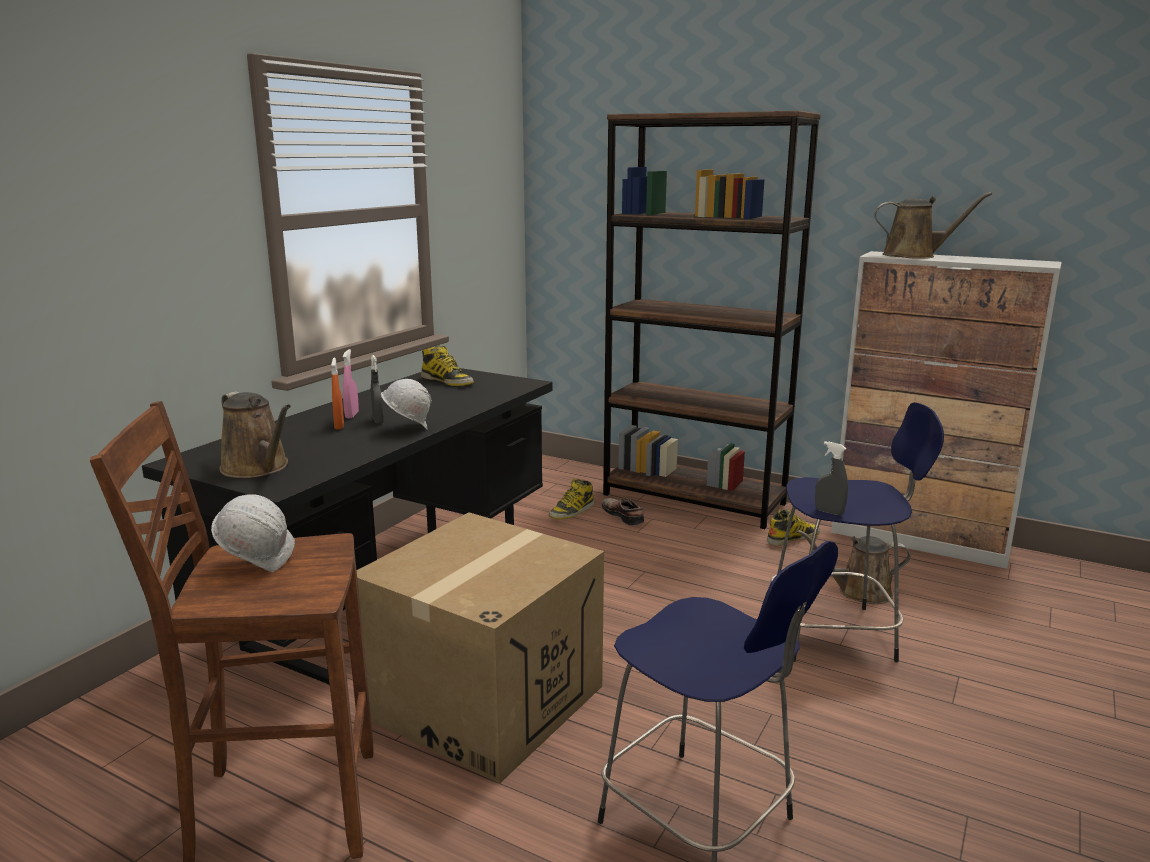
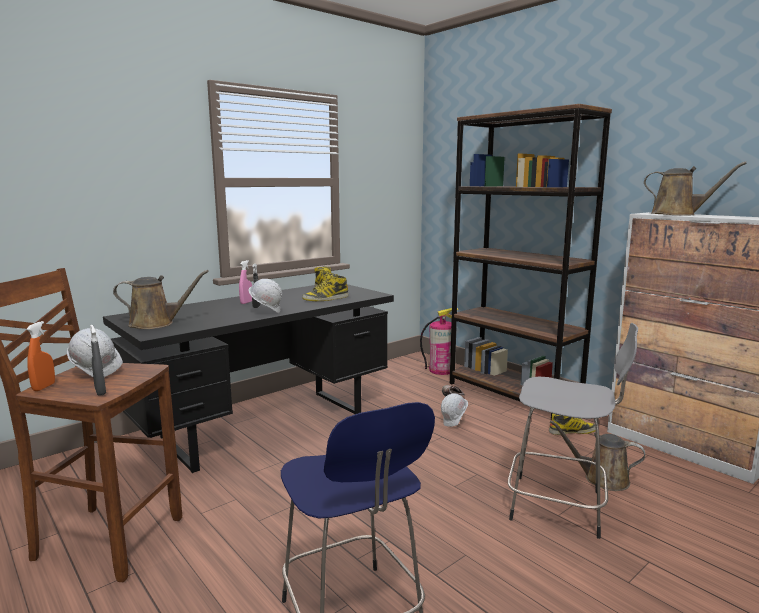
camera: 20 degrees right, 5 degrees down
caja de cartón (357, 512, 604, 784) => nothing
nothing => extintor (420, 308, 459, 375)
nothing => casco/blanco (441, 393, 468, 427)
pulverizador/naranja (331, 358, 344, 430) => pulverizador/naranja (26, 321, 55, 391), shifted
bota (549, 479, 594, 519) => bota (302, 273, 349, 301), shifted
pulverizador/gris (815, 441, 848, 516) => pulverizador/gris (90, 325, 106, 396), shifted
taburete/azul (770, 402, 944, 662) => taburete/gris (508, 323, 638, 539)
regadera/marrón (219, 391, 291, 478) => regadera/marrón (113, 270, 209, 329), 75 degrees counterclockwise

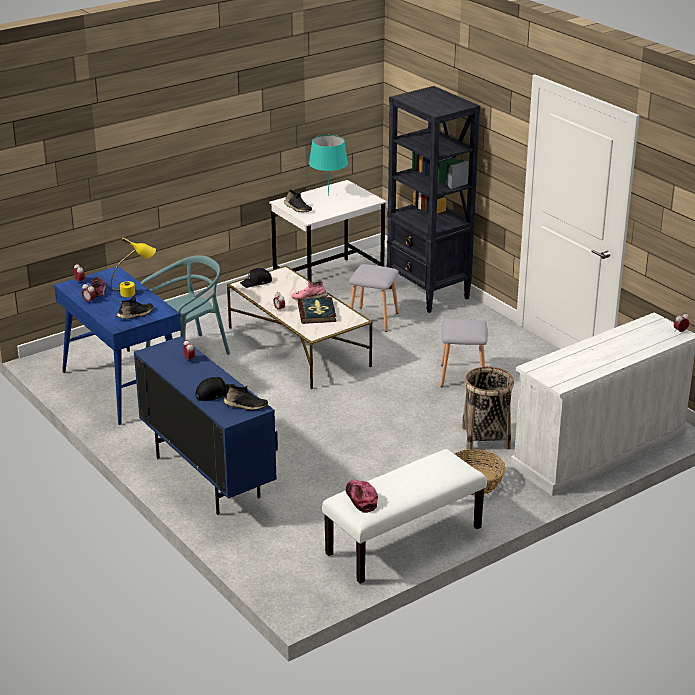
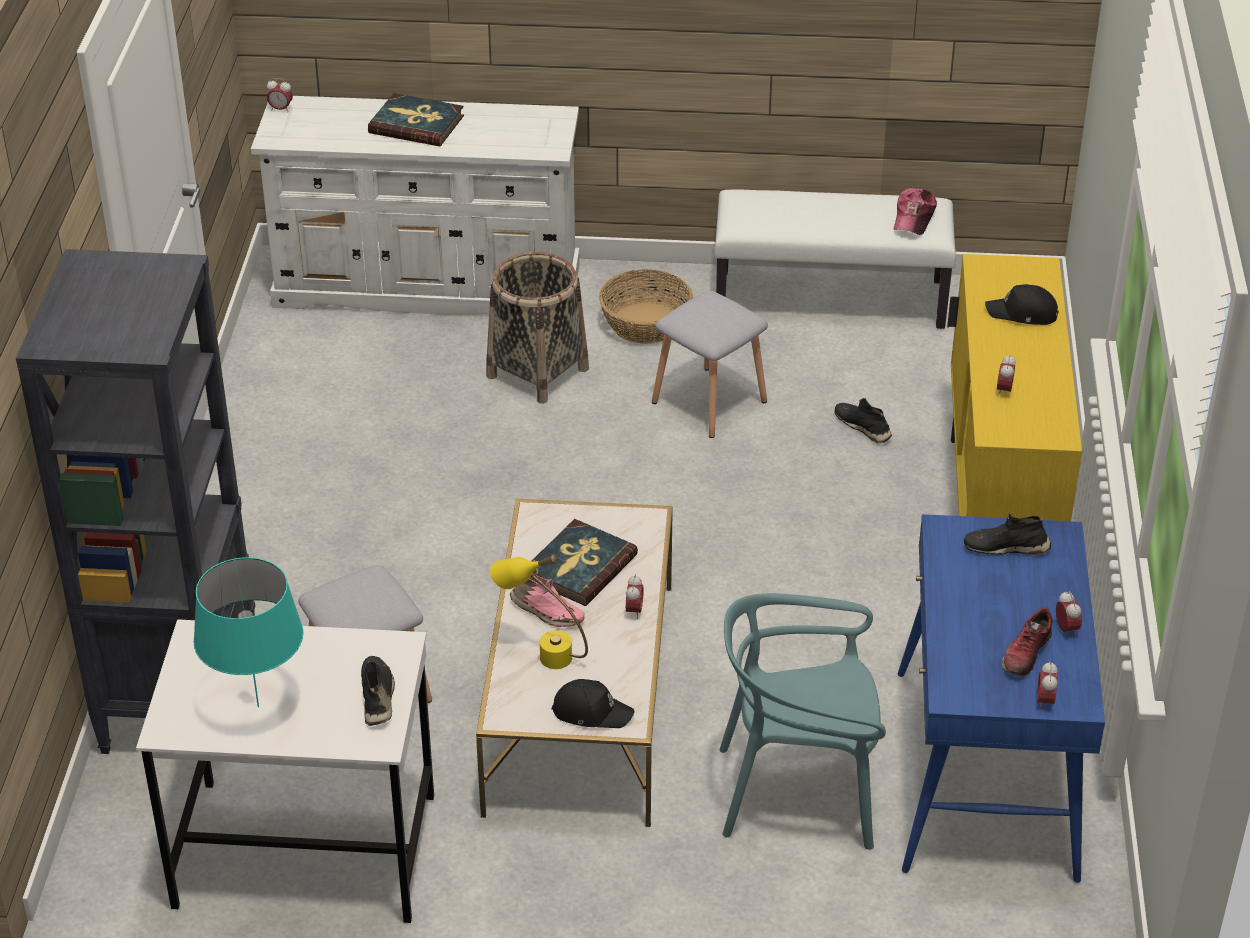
camera: 140 degrees left, 10 degrees up
nothing => libro (368, 93, 464, 146)
lámpara de mesa/amarillo (111, 237, 156, 297) => lámpara de mesa/amarillo (490, 554, 588, 669), shifted
zapato/negro (223, 385, 268, 410) => zapato/negro (835, 398, 892, 444), shifted
taburete/gris (440, 319, 488, 387) => taburete/gris (652, 291, 768, 438), shifted
armario/azul (134, 336, 278, 515) => armario/amarillo (947, 254, 1082, 521)

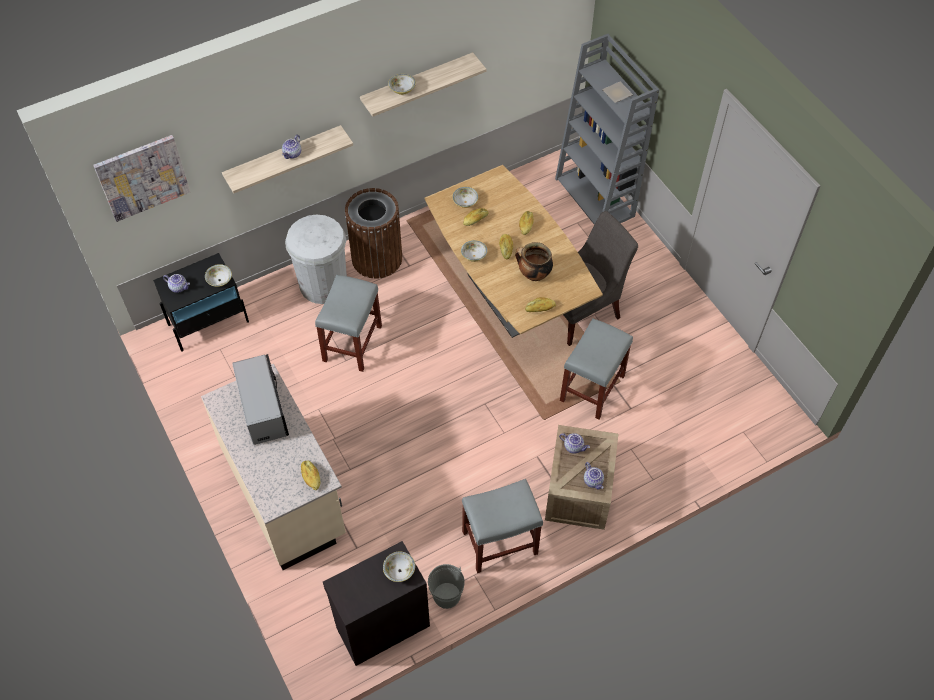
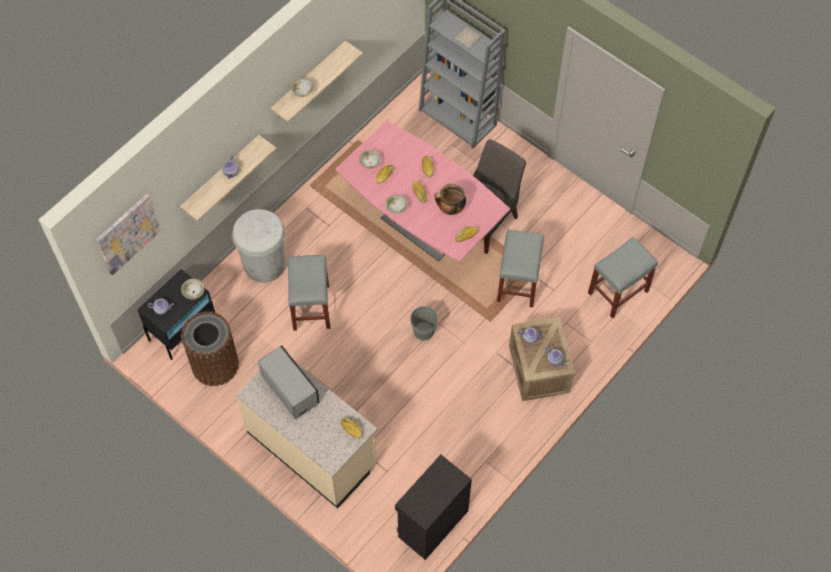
camera: 20 degrees left, 5 degrees up
cuenco (383, 552, 415, 582) => nothing
papelera/marrón (345, 188, 402, 279) => papelera/marrón (181, 311, 239, 386), shifted
cubo/gris (428, 564, 465, 609) => cubo/gris (410, 305, 438, 341), shifted
taburete/gris (462, 479, 543, 573) => taburete/gris (588, 237, 658, 319), shifted
mesa de comedor/marrón (425, 165, 603, 338) => mesa de comedor/rosa (335, 120, 510, 262)

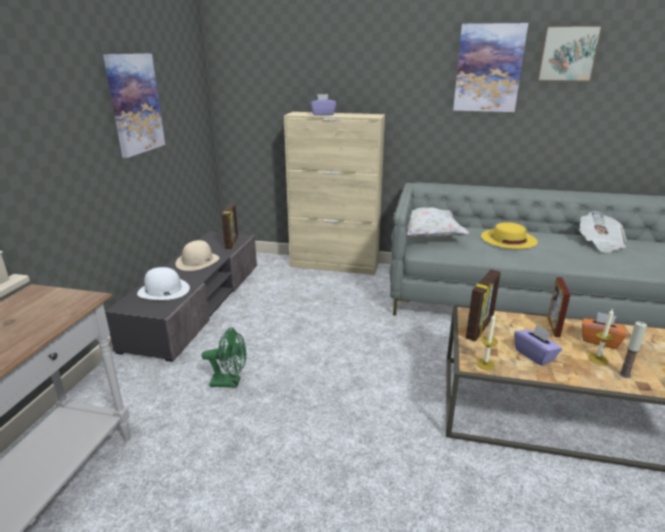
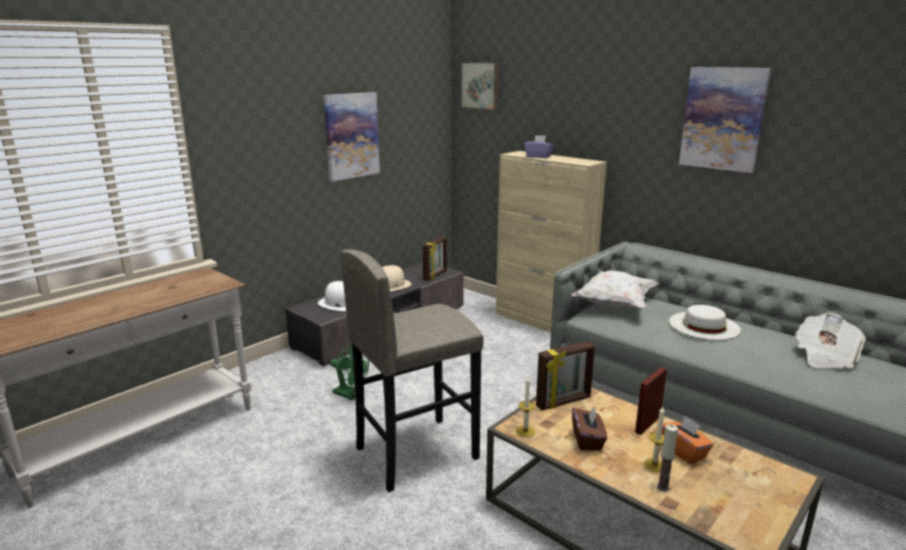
camera: 30 degrees right, 5 degrees down
nothing => taburete/gris (340, 249, 484, 492)
cuadro (536, 25, 603, 82) => cuadro (461, 62, 499, 110), shifted
sombrero/amarillo (481, 222, 538, 249) => sombrero/blanco (669, 305, 741, 340)
caja de pañuelos/morado (514, 325, 562, 366) => caja de pañuelos/marrón (572, 406, 607, 450)

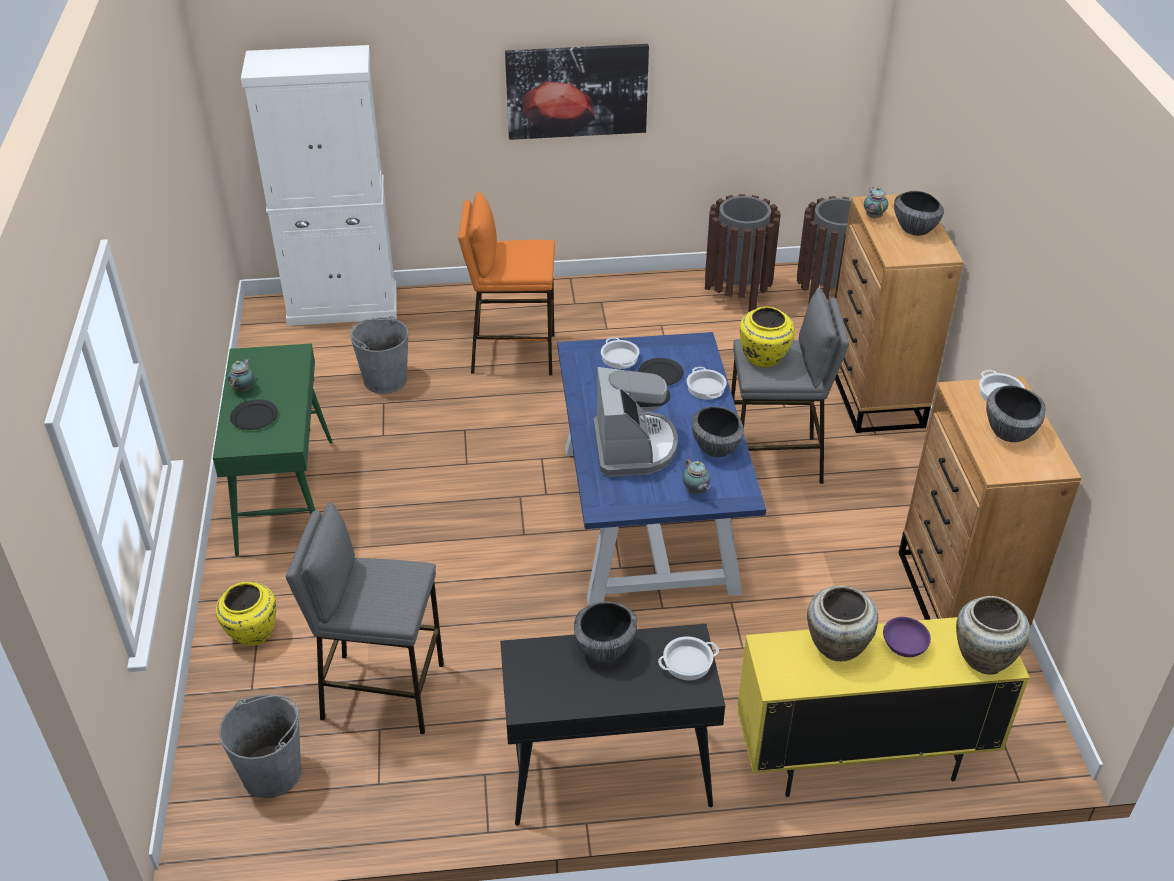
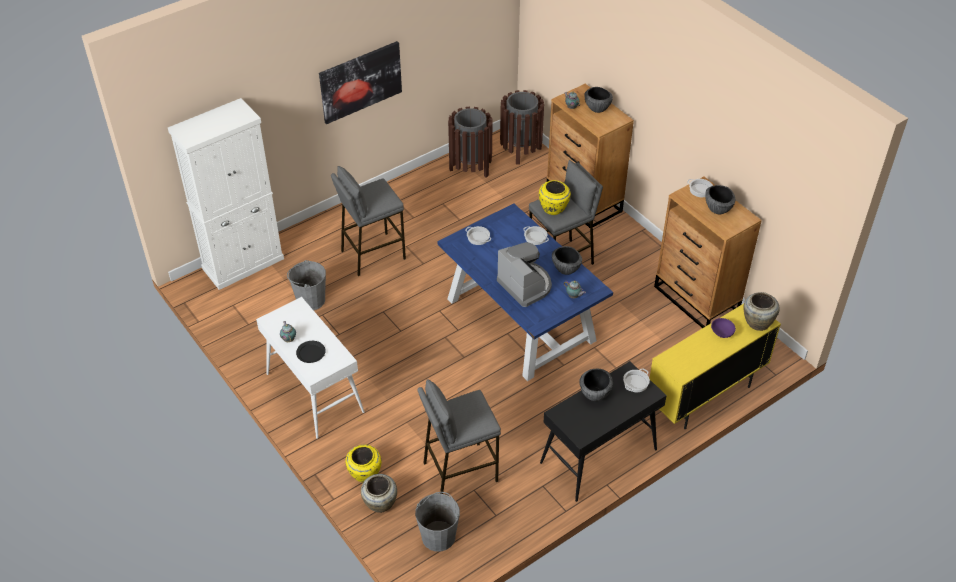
camera: 30 degrees left, 5 degrees up
plato/negro (638, 358, 684, 386) => nothing
florero/beis (807, 586, 878, 661) => florero/beis (361, 474, 397, 513), shifted
mesa consola/verde (213, 343, 332, 556) => mesa consola/blanco (256, 297, 365, 439)
taburete/naranja (458, 192, 555, 376) => taburete/gris (331, 166, 406, 276)

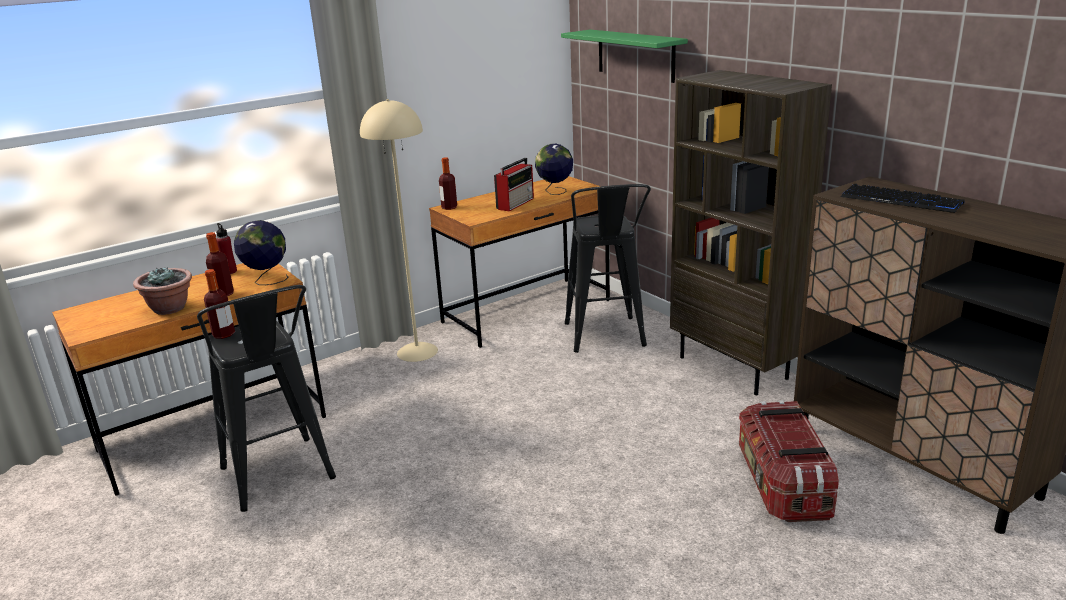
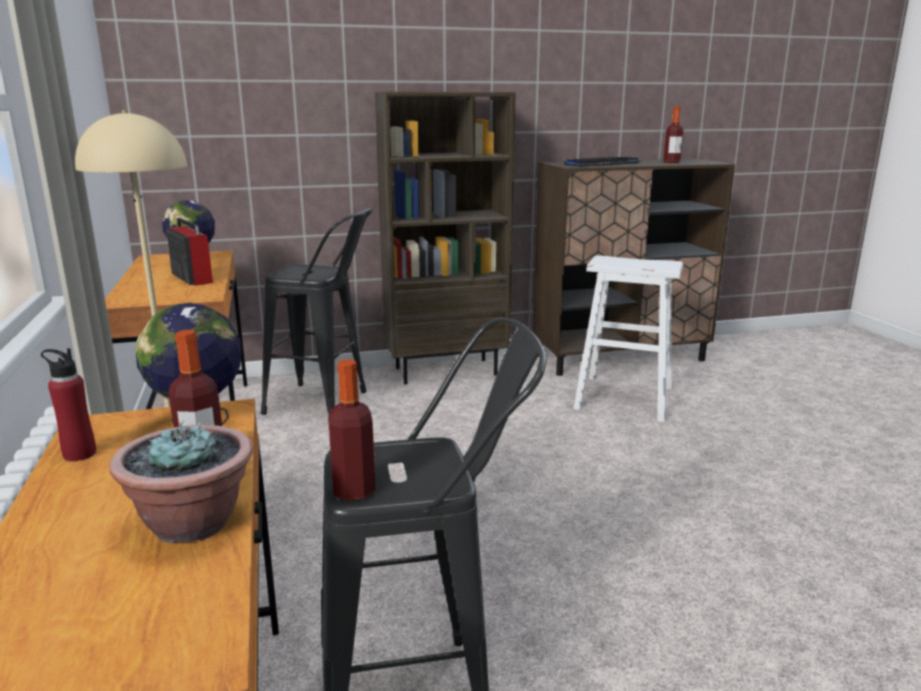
camera: 70 degrees left, 5 degrees down
estante/verde (561, 30, 688, 83) => nothing
botella (439, 157, 457, 210) => botella (663, 106, 684, 163), shifted
caja de almacenaje (739, 400, 839, 522) => taburete/blanco (573, 255, 683, 422)

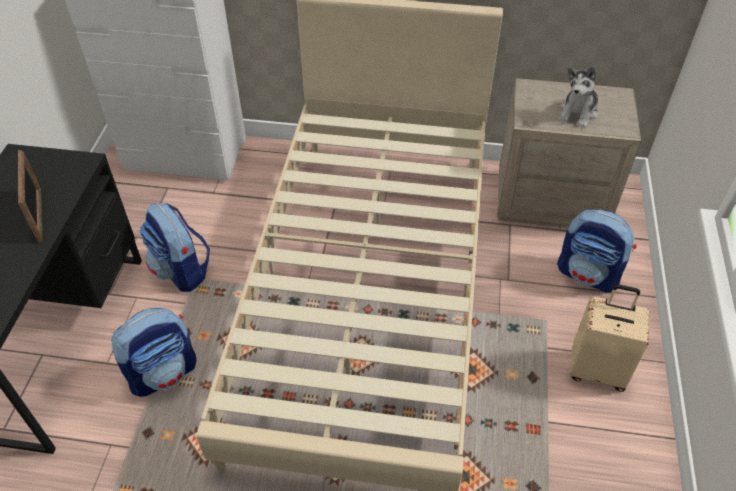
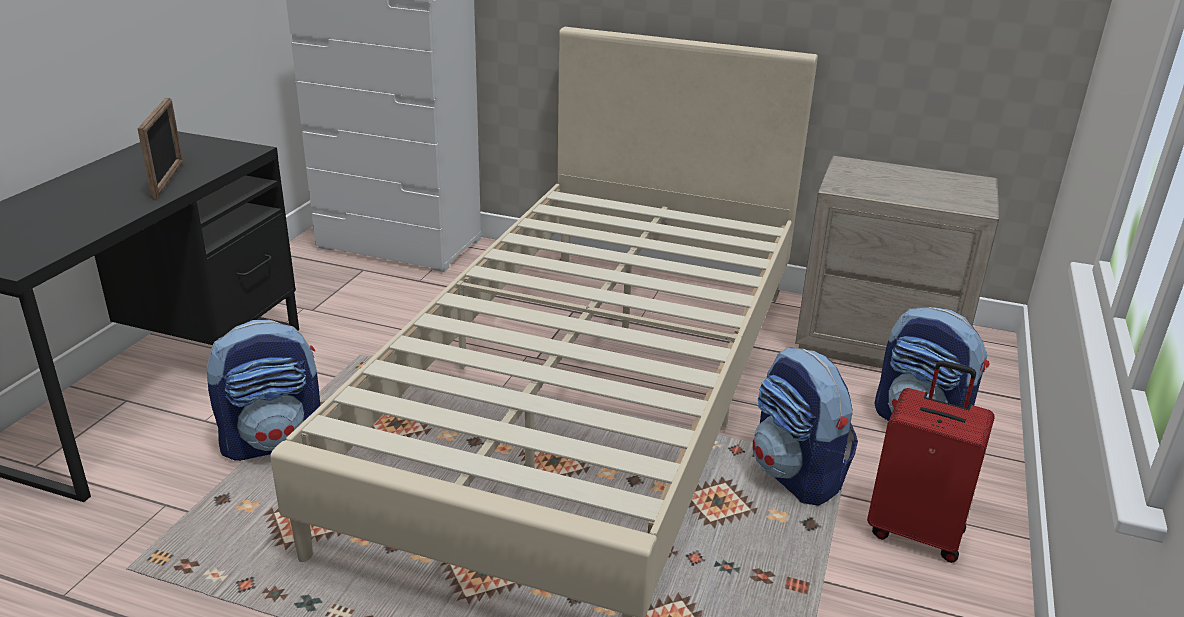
camera: 10 degrees right, 20 degrees down
peluche (559, 67, 598, 128) => nothing
mochila (140, 203, 210, 292) => mochila (752, 347, 858, 506), shifted
maleta/beis (569, 285, 650, 392) => maleta/rojo (867, 360, 995, 563)

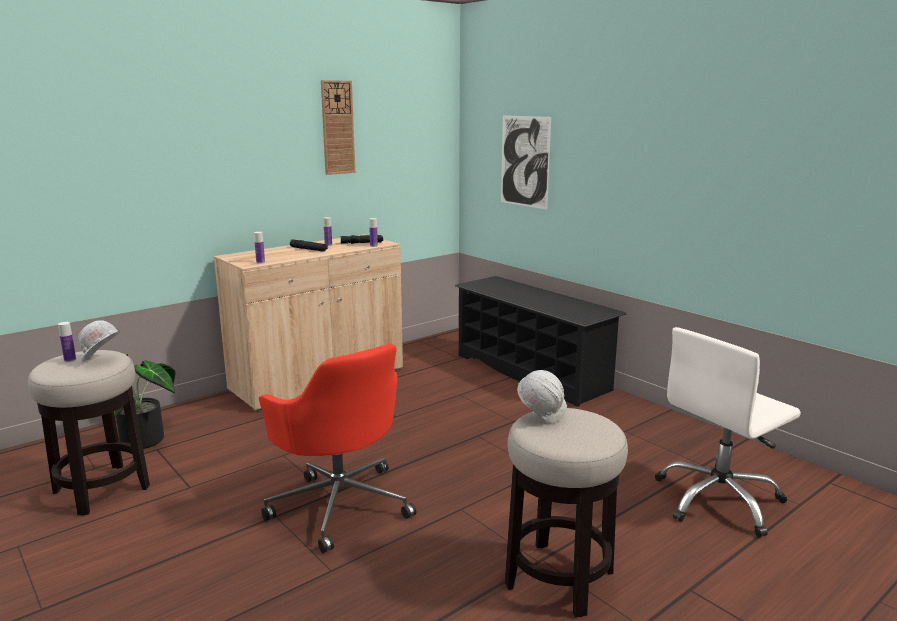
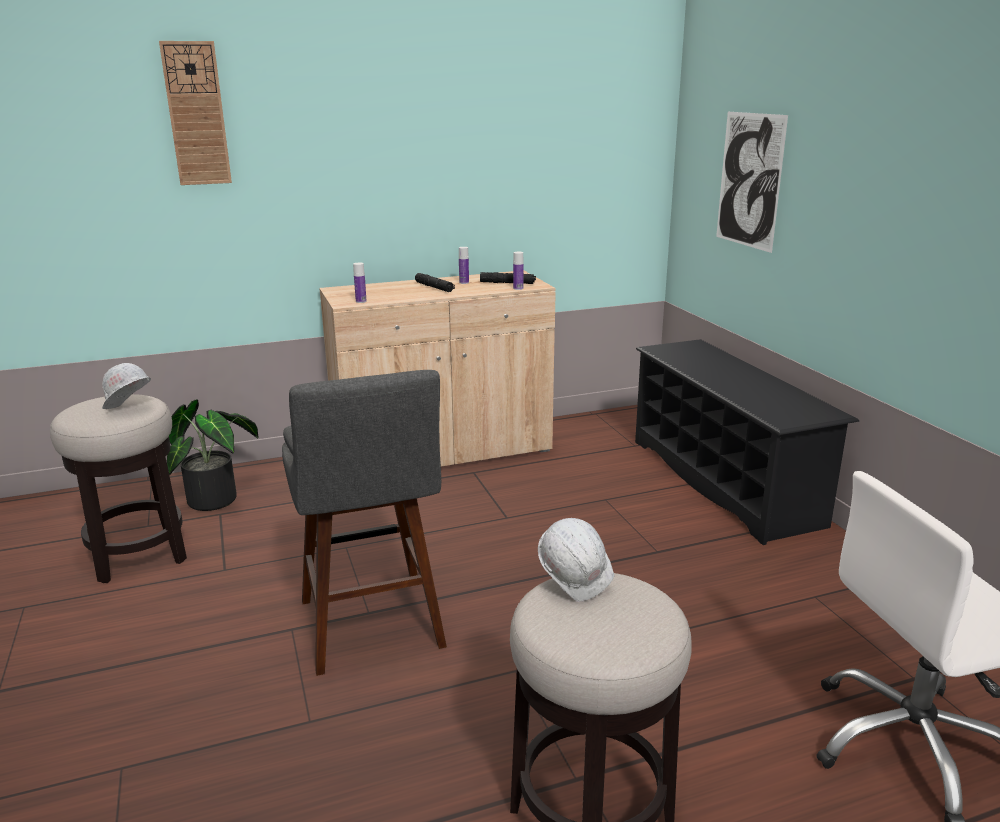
camera: 20 degrees right, 5 degrees up
botella (58, 322, 76, 362) => nothing
reloj de pared (321, 80, 355, 175) => reloj de pared (159, 41, 232, 185), shifted
silla de oficina/rojo (259, 343, 416, 553) => taburete/gris (282, 370, 447, 676)

